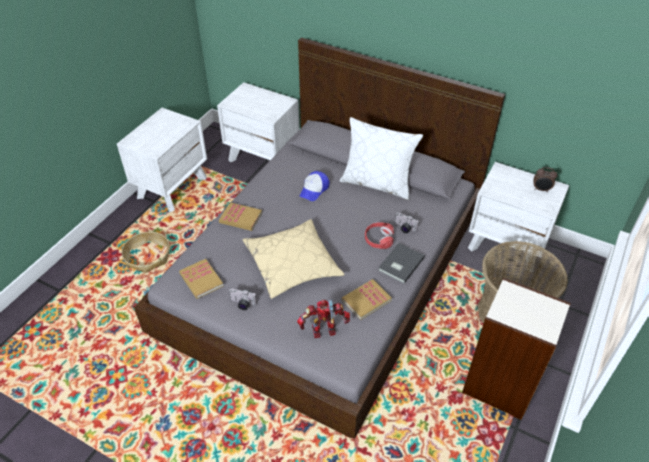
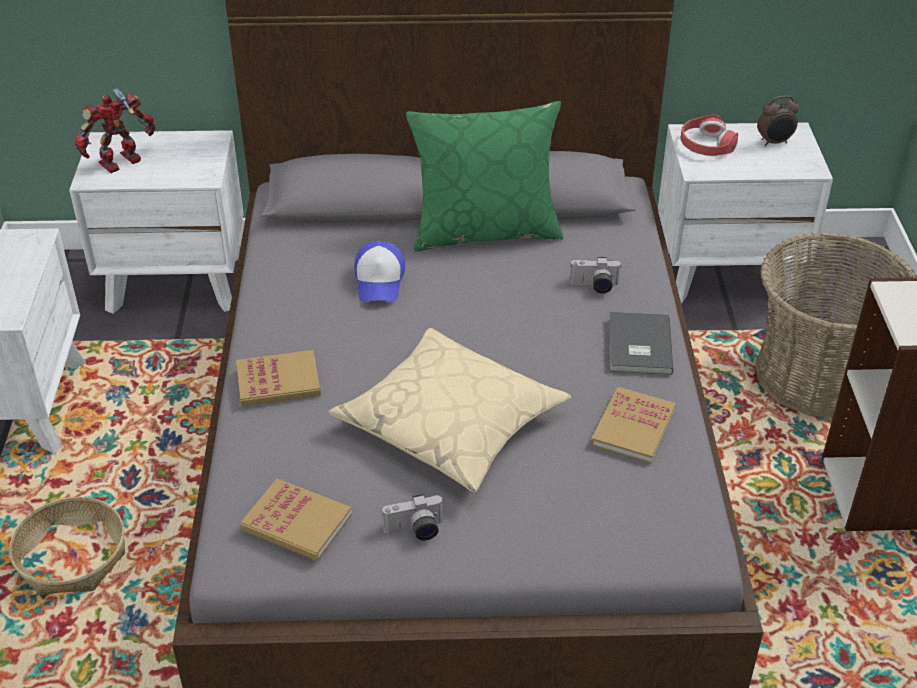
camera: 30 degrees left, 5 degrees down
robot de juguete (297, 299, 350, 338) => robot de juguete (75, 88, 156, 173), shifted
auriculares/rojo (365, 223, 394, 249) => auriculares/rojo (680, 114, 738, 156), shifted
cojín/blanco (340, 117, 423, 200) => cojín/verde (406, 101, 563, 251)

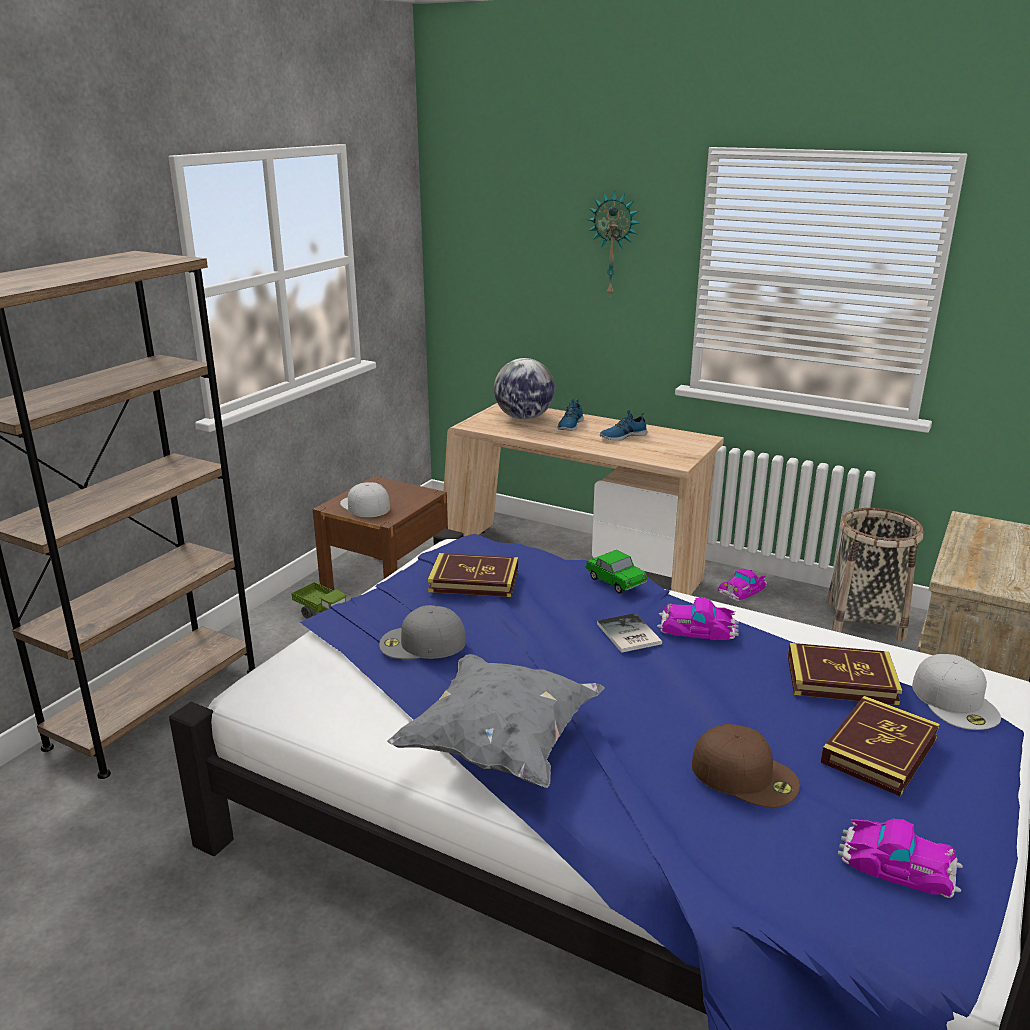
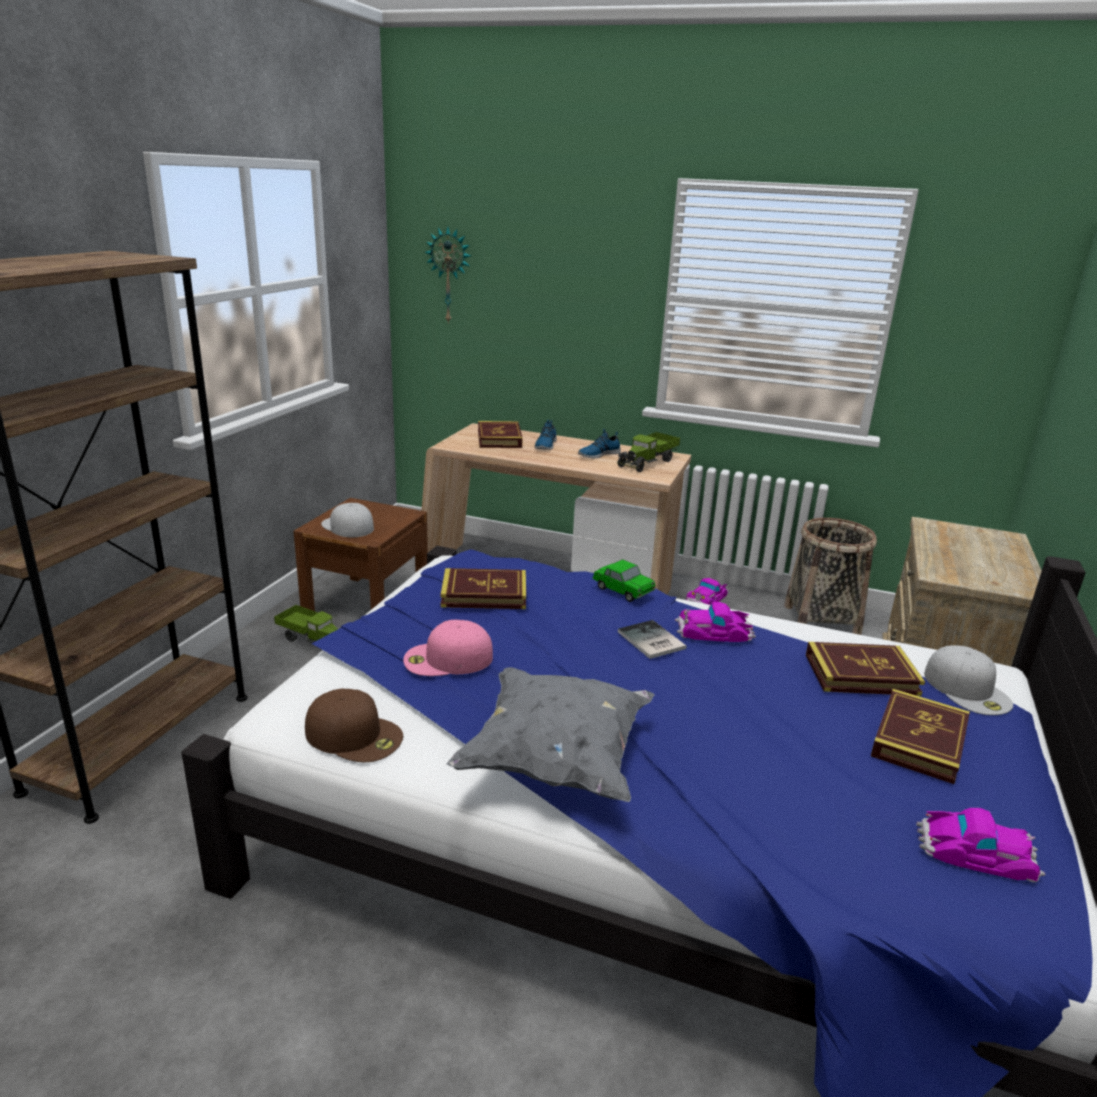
camera: 10 degrees left, 0 degrees up
nothing => camión de juguete (618, 432, 680, 472)
reloj de pared (587, 190, 640, 295) => reloj de pared (425, 227, 471, 324), shifted
gorra/marrón (692, 724, 800, 807) => gorra/marrón (305, 689, 403, 762), shifted
globo terráqueo (494, 358, 555, 420) => libro (478, 421, 523, 448)
gorra/gris (379, 605, 466, 659) => gorra/rosa (403, 619, 493, 676)

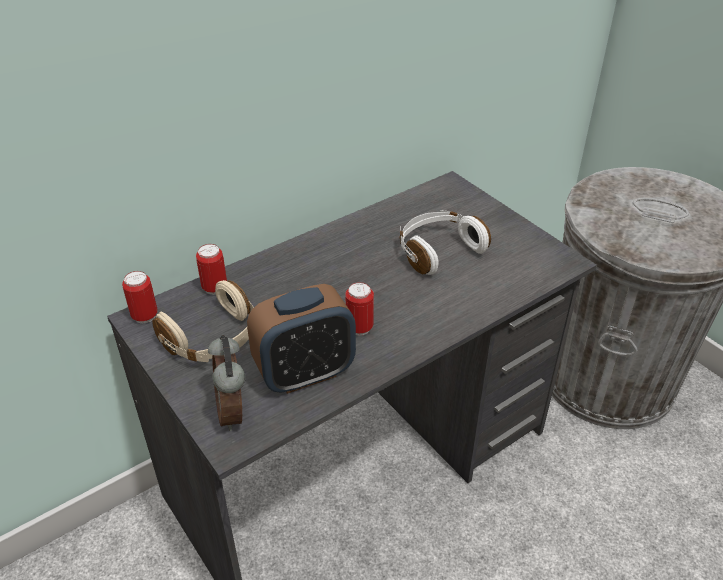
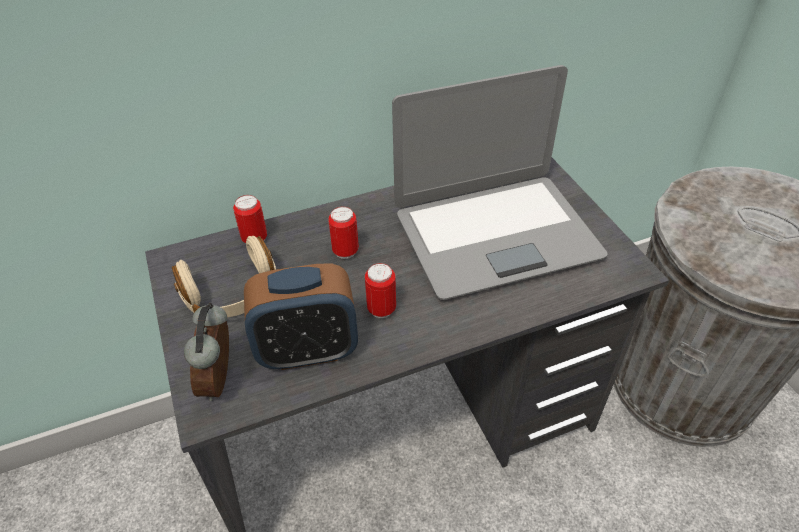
camera: 15 degrees right, 5 degrees up
lata (122, 271, 158, 323) => lata (328, 206, 359, 259), shifted
auriculares/blanco (400, 210, 491, 275) => portátil (392, 65, 607, 300)

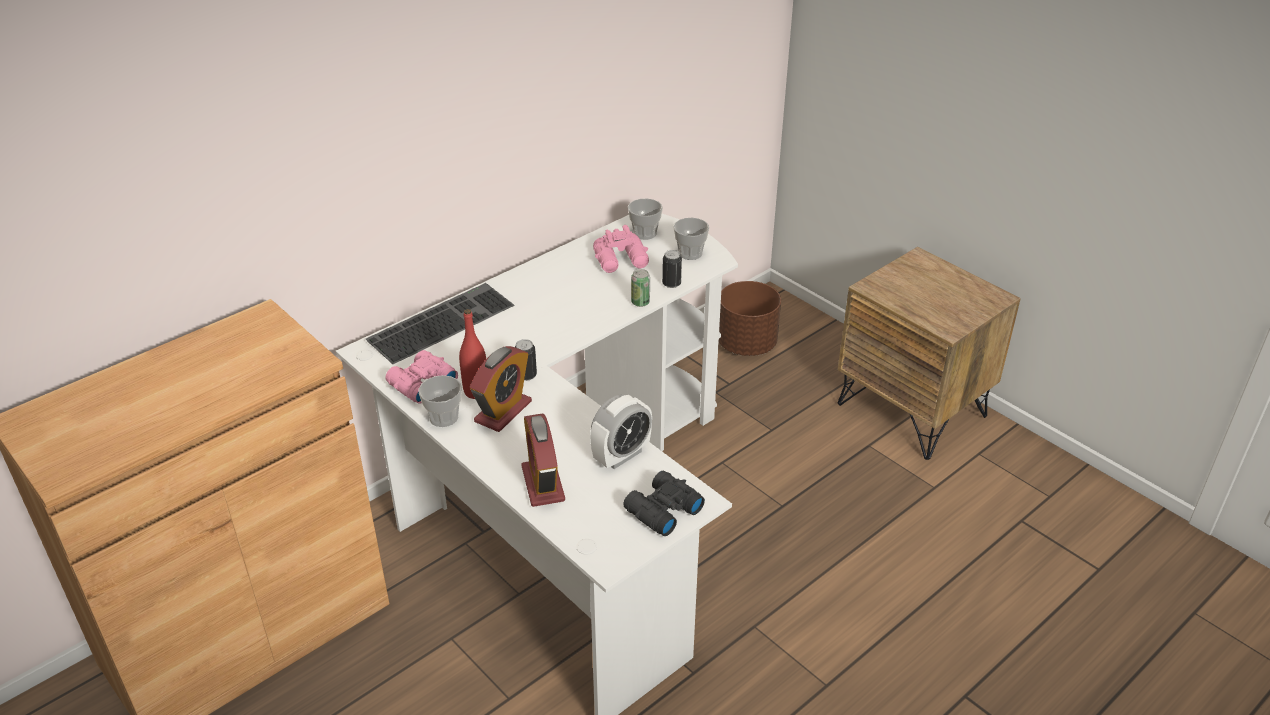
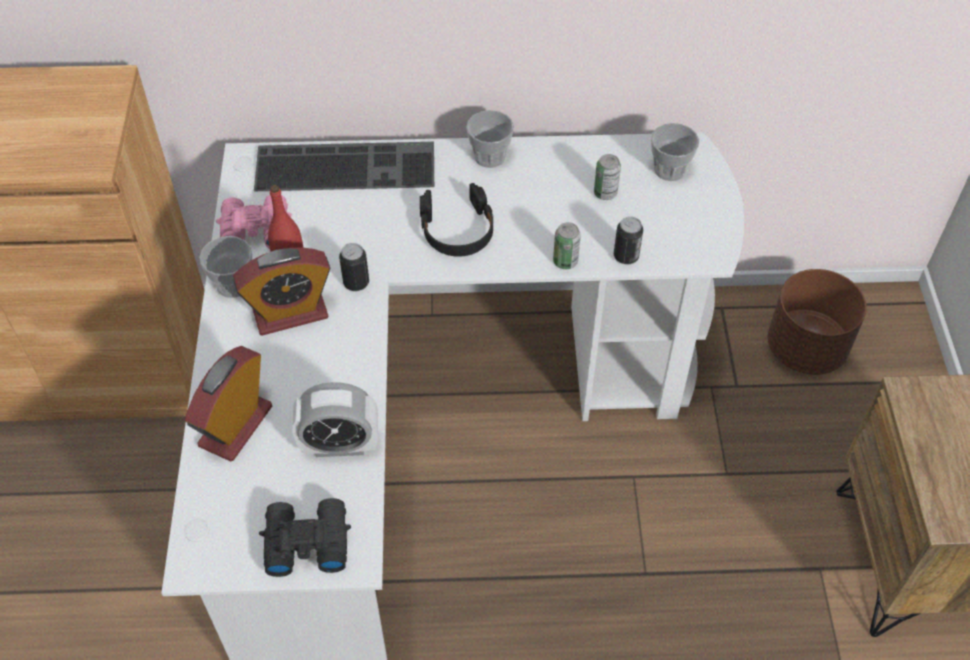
camera: 40 degrees right, 15 degrees up
nothing => auriculares/negro (420, 183, 493, 257)
taza (673, 218, 709, 260) => taza (466, 110, 514, 168), shifted
prismáticos/rosa (593, 225, 649, 273) => lata (594, 154, 621, 200)

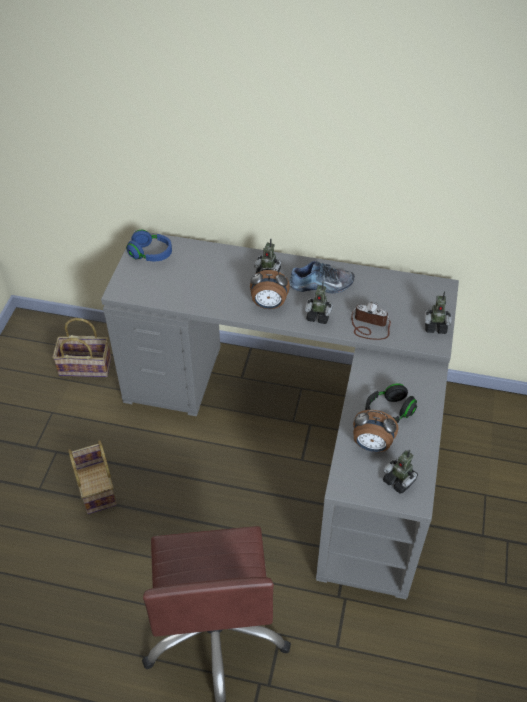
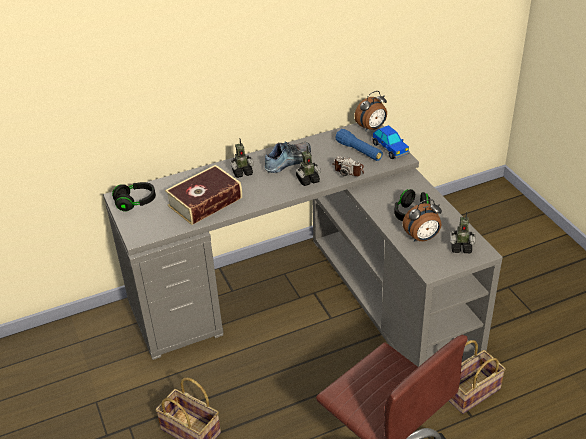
camera: 35 degrees left, 10 degrees down
nothing => libro (165, 165, 242, 225)
nothing => linterna/azul (335, 129, 383, 161)
cesta (52, 318, 111, 377) => cesta (449, 340, 506, 414), shifted
despertador (250, 268, 290, 309) => despertador (354, 91, 387, 132), shifted
robot de juguete (424, 291, 452, 334) => coche de juguete (372, 125, 410, 159)
auriculares/azul (126, 230, 172, 261) => auriculares/negro (112, 182, 156, 212)
cámara (351, 302, 391, 340) => cámara (332, 156, 364, 177), 135 degrees counterclockwise

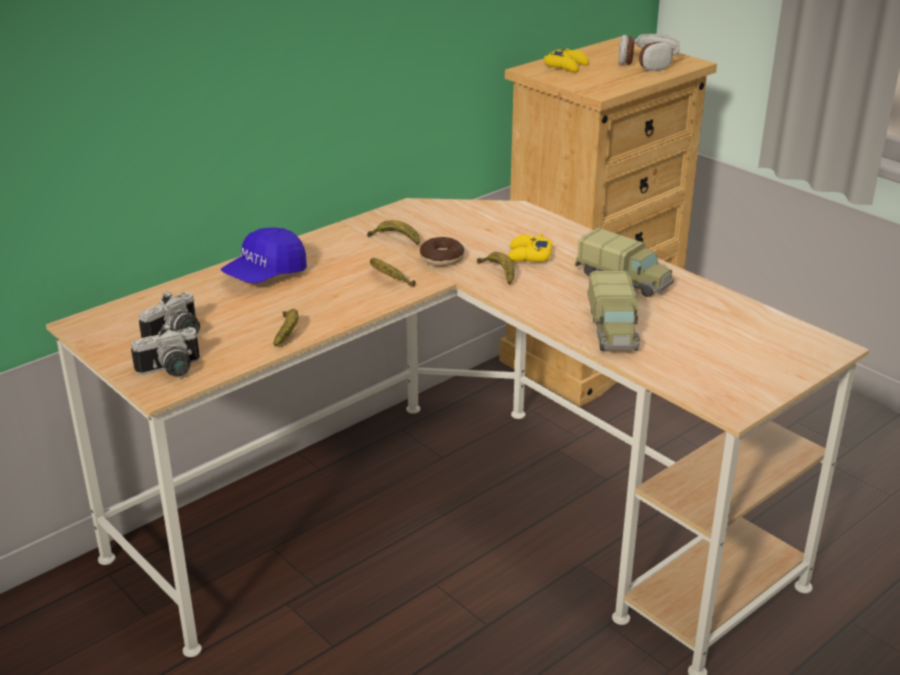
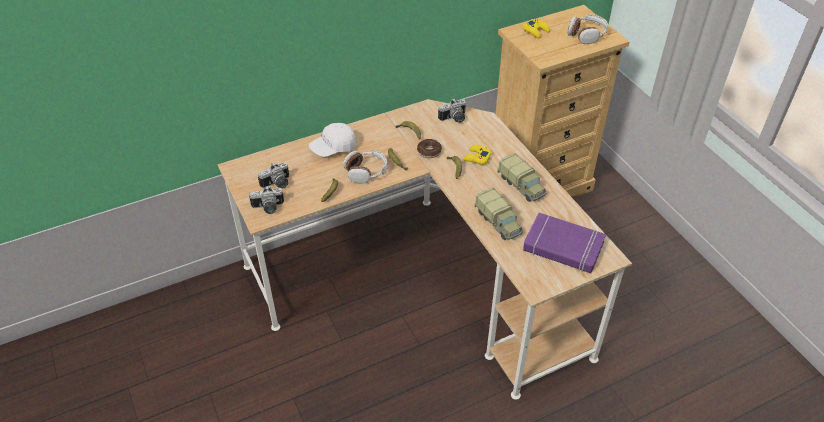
camera: 15 degrees right, 15 degrees up
nothing => auriculares (343, 150, 387, 183)
nothing => cámara (438, 99, 466, 123)
nothing => libro/morado (523, 213, 606, 273)
gorra/azul (221, 227, 307, 283) => gorra/blanco (309, 123, 356, 157)
camión de juguete (587, 271, 640, 351) => camión de juguete (475, 188, 523, 240), 45 degrees counterclockwise

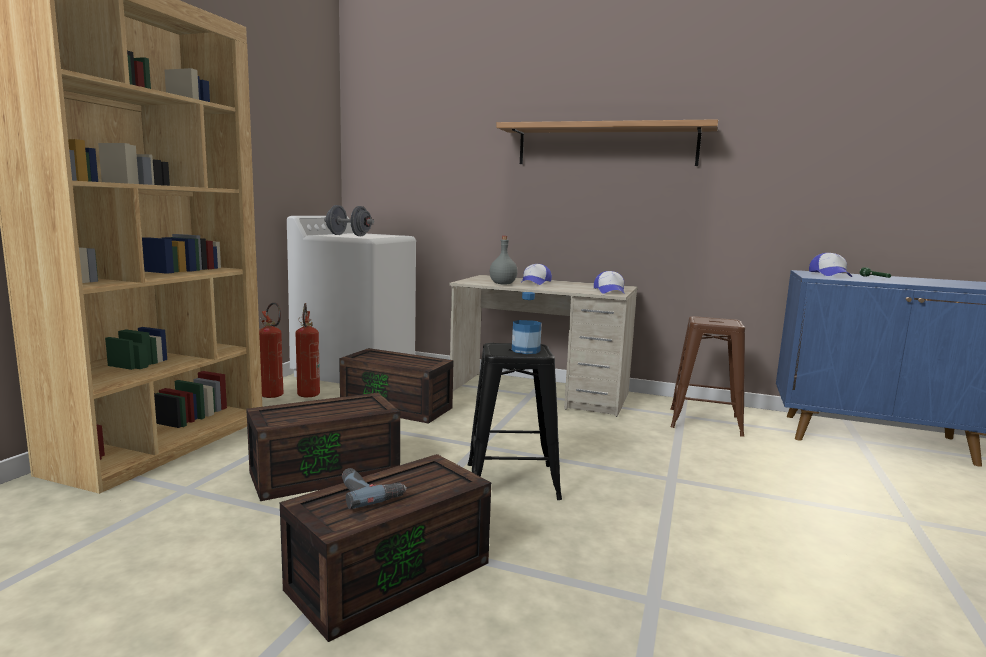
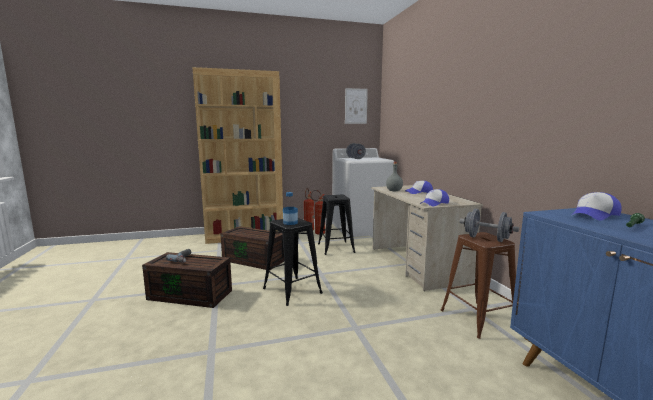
camera: 55 degrees right, 0 degrees up
estante (496, 119, 718, 166) => nothing
nothing => cuadro (345, 88, 368, 124)
nothing => mancuerna/gris (460, 209, 519, 242)
caja de almacenaje/marrón (339, 348, 454, 424) => taburete/negro (318, 195, 356, 255)

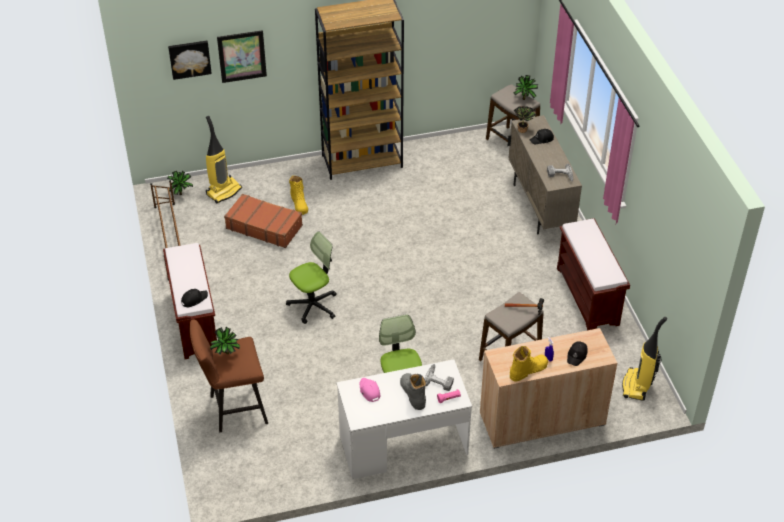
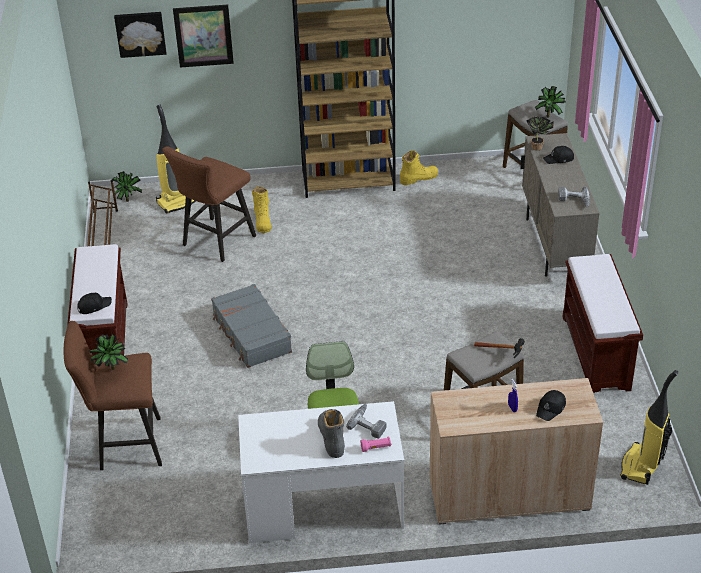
camera: 10 degrees right, 5 degrees down
gorra/rosa (360, 378, 381, 402) => nothing
bota/amarillo (510, 346, 548, 381) => bota/amarillo (400, 150, 438, 185), shifted
maleta/marrón (224, 194, 303, 248) => taburete/marrón (163, 146, 256, 262)
silla de oficina (286, 232, 337, 324) => maleta/gris (211, 284, 292, 368)

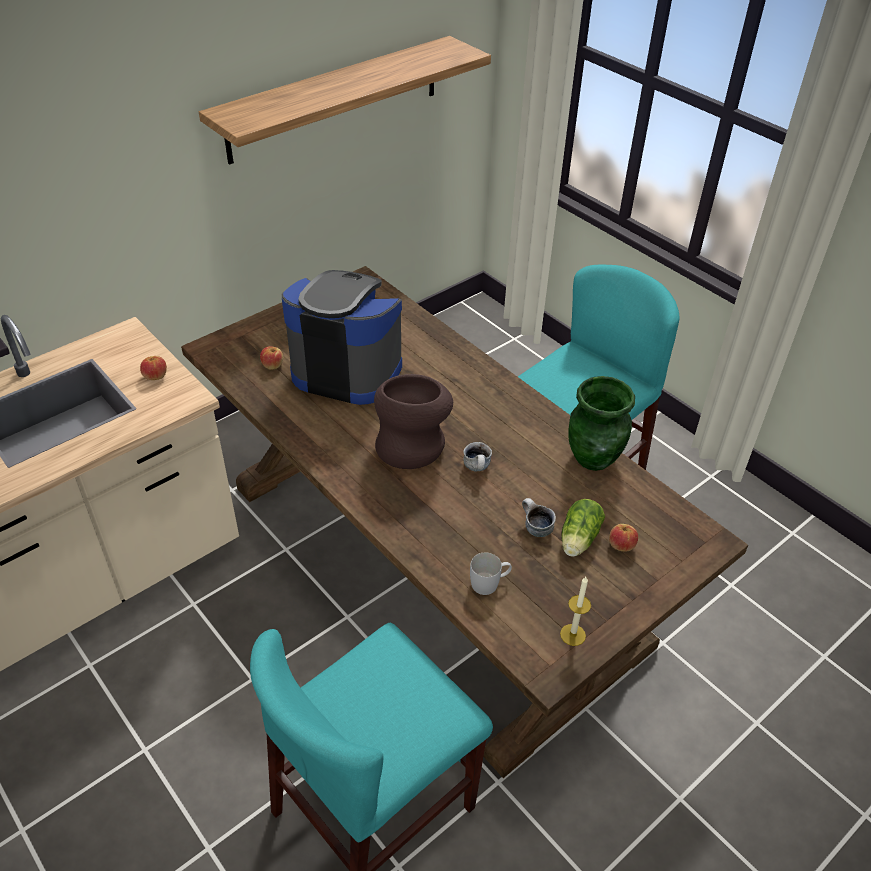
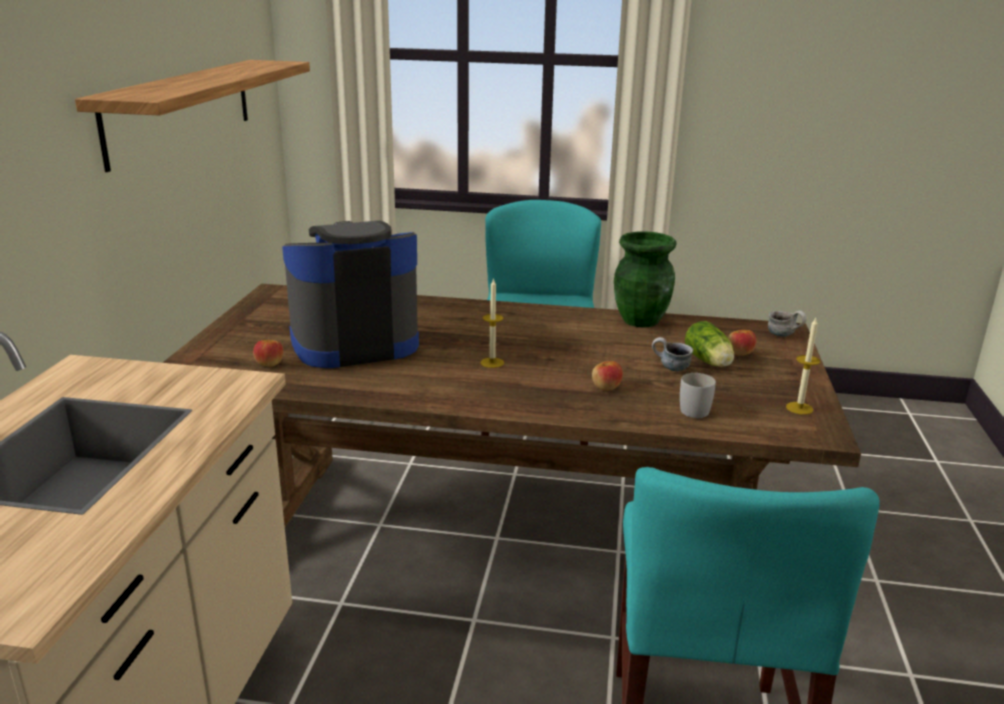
camera: 40 degrees left, 20 degrees down
manzana (140, 356, 167, 380) => manzana (592, 361, 623, 391), shifted
taza grande (463, 442, 492, 471) => taza grande (768, 311, 807, 337), shifted
florero/marrón (374, 374, 453, 469) => vela (480, 278, 504, 368)

